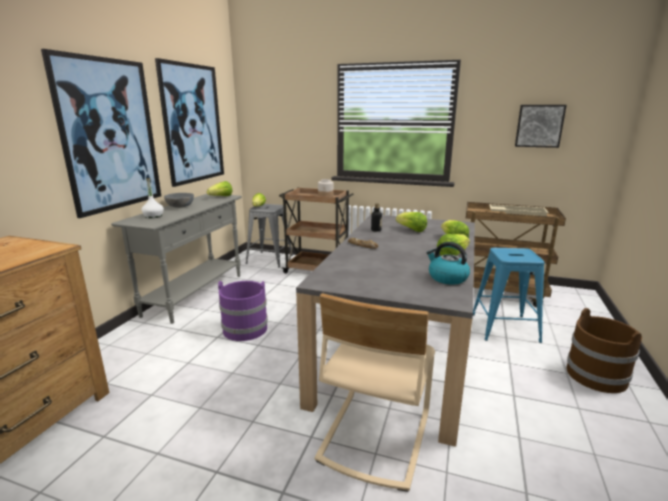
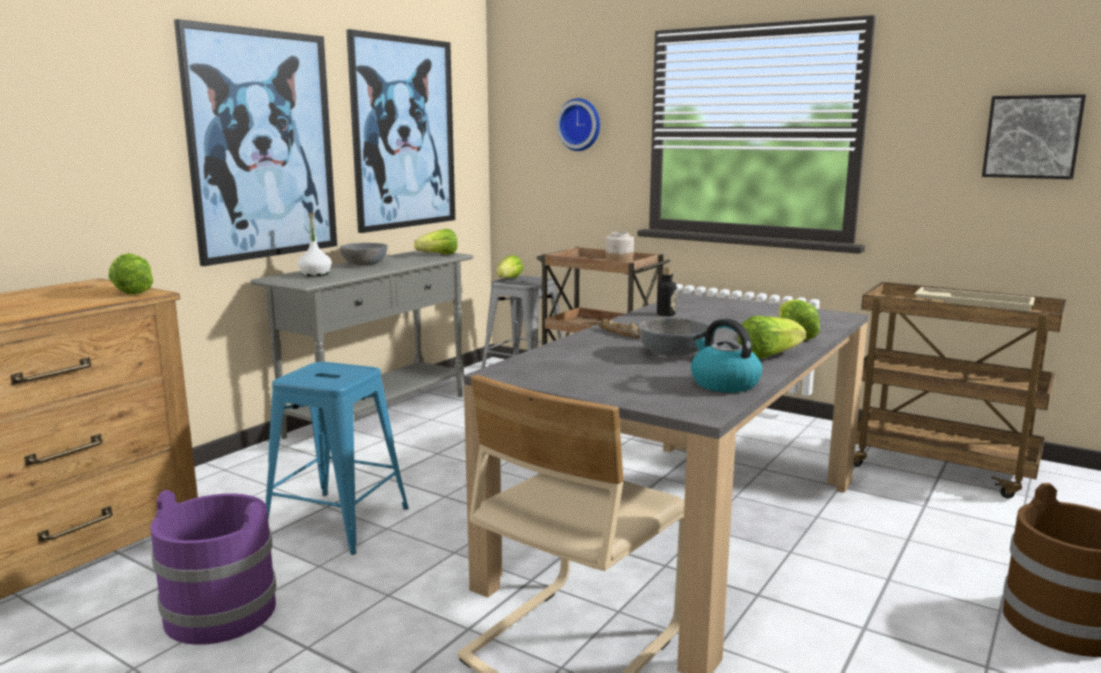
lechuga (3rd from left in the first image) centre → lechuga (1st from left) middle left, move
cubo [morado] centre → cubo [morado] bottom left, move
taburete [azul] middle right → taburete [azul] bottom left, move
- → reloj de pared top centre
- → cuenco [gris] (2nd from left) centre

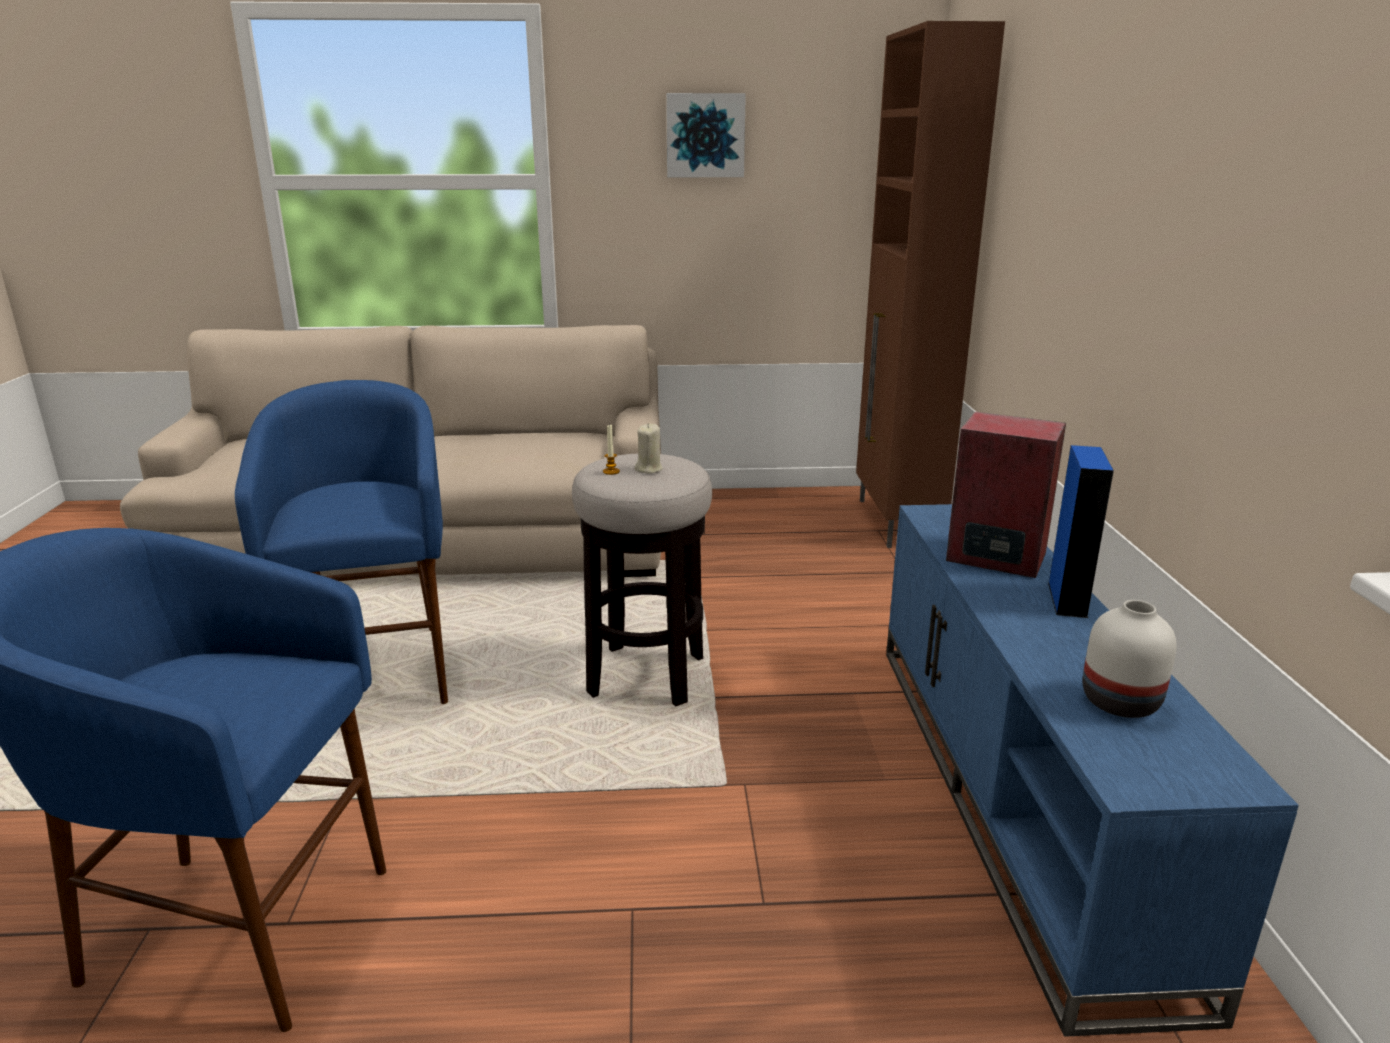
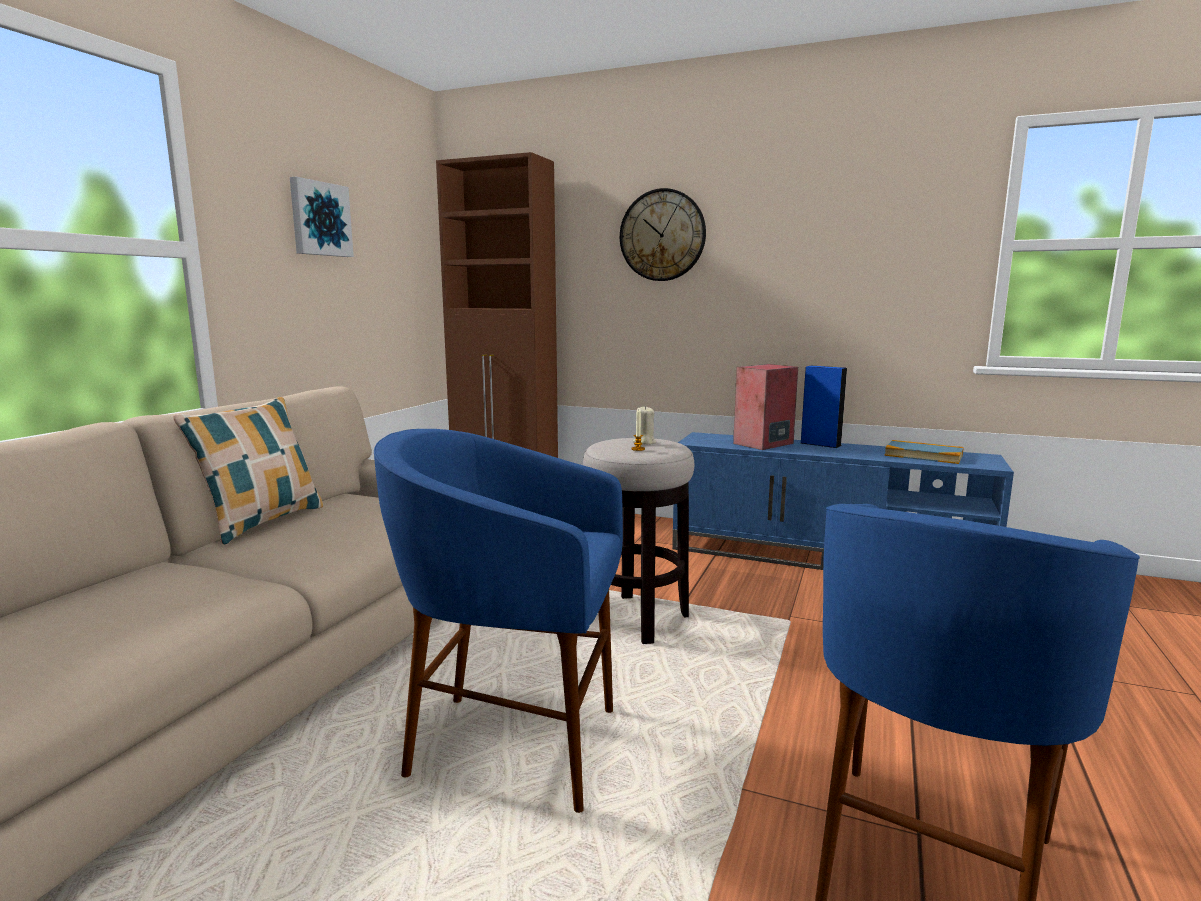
- → cojín middle left
- → reloj de pared top centre
florero [blanco] middle right → libro middle right

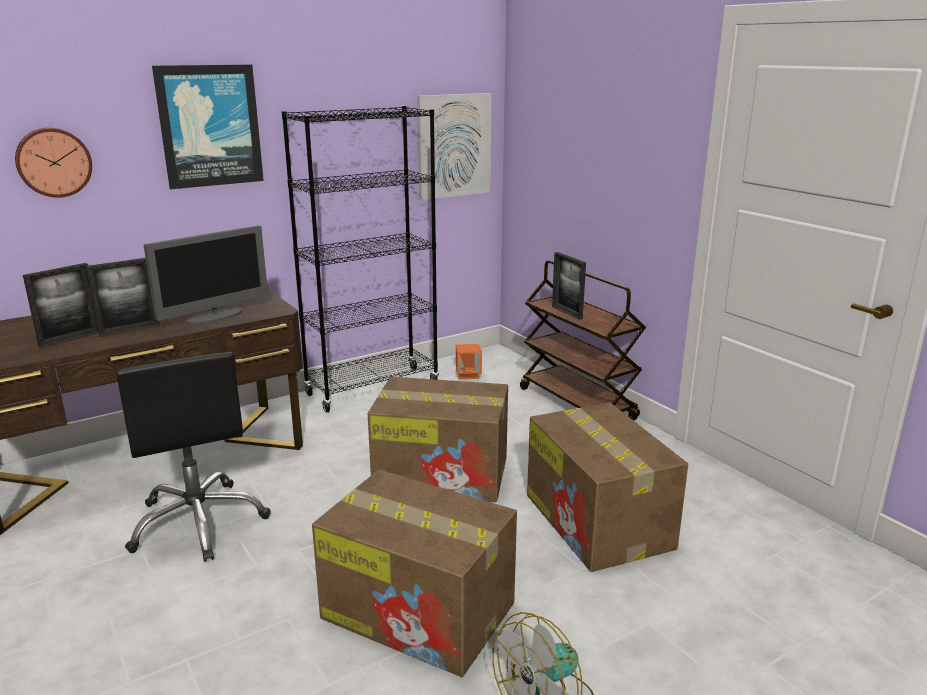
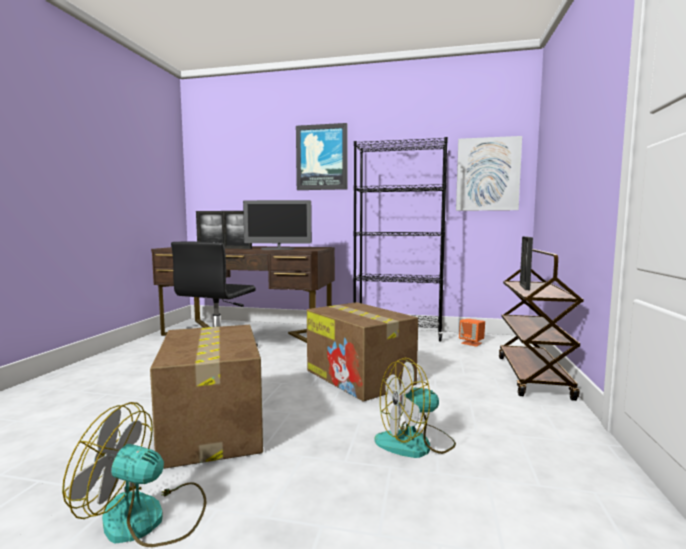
caja de cartón (3rd from left) bottom centre → ventilador (2nd from left) bottom centre
reloj de pared top left → -

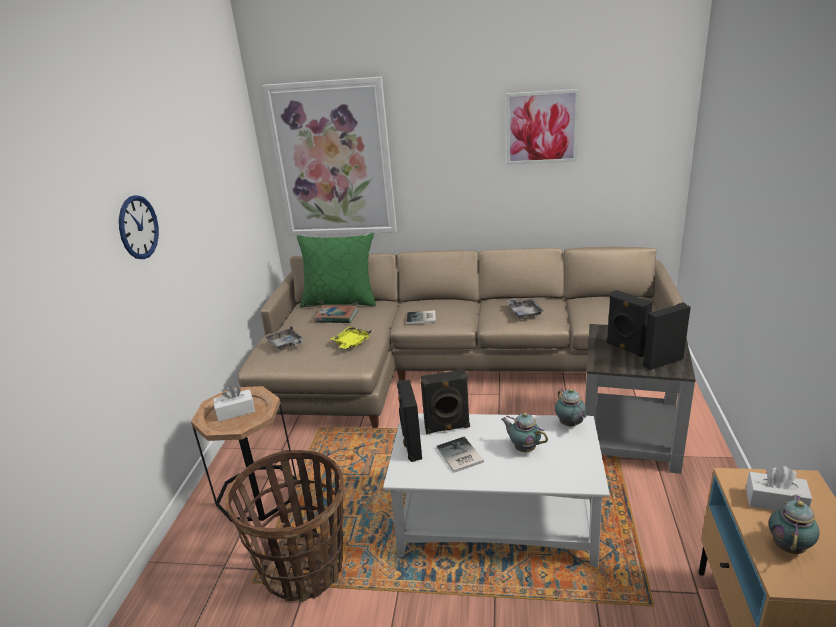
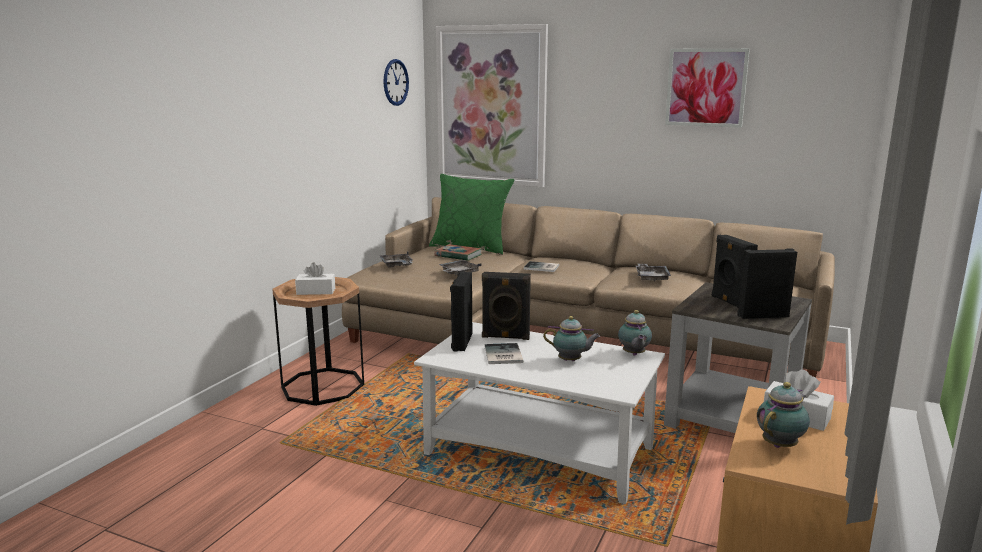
reloj de pared middle left → reloj de pared top centre, move
bandeja [amarillo] centre → bandeja [gris] (2nd from left) centre
tetera (1st from left) bottom centre → tetera (1st from left) centre, 135 degrees clockwise
cesta bottom centre → -

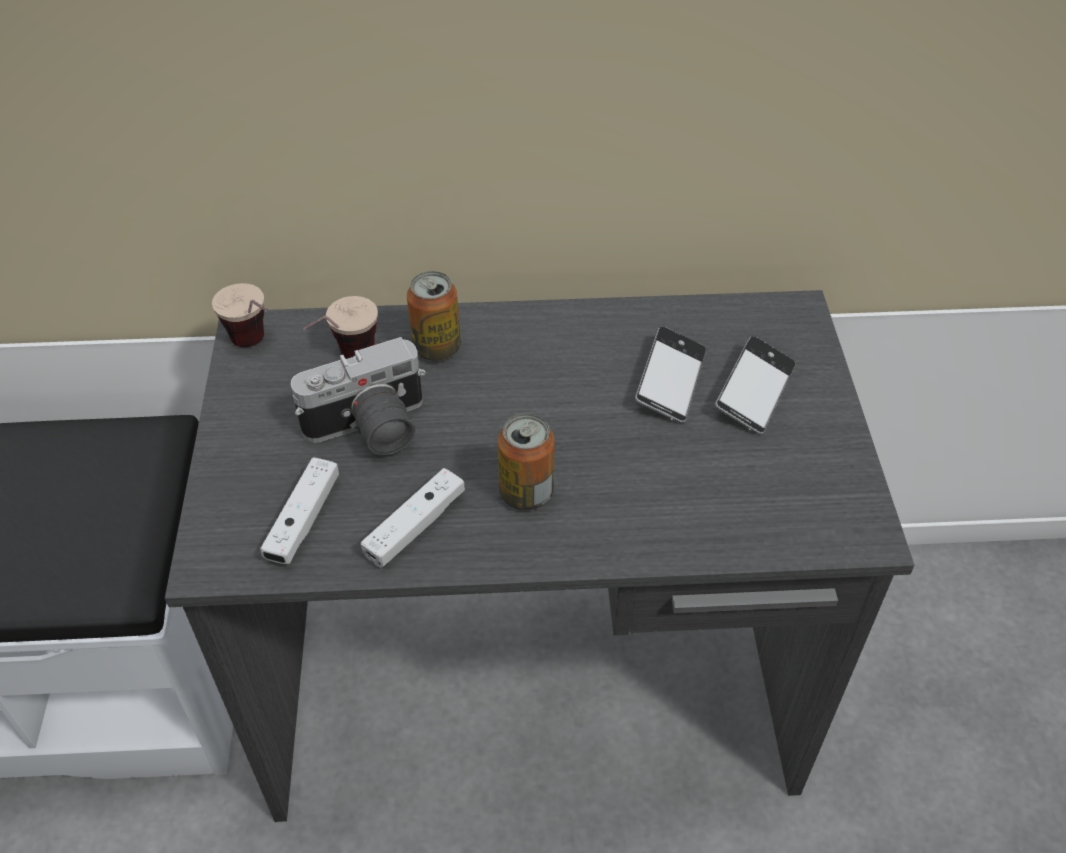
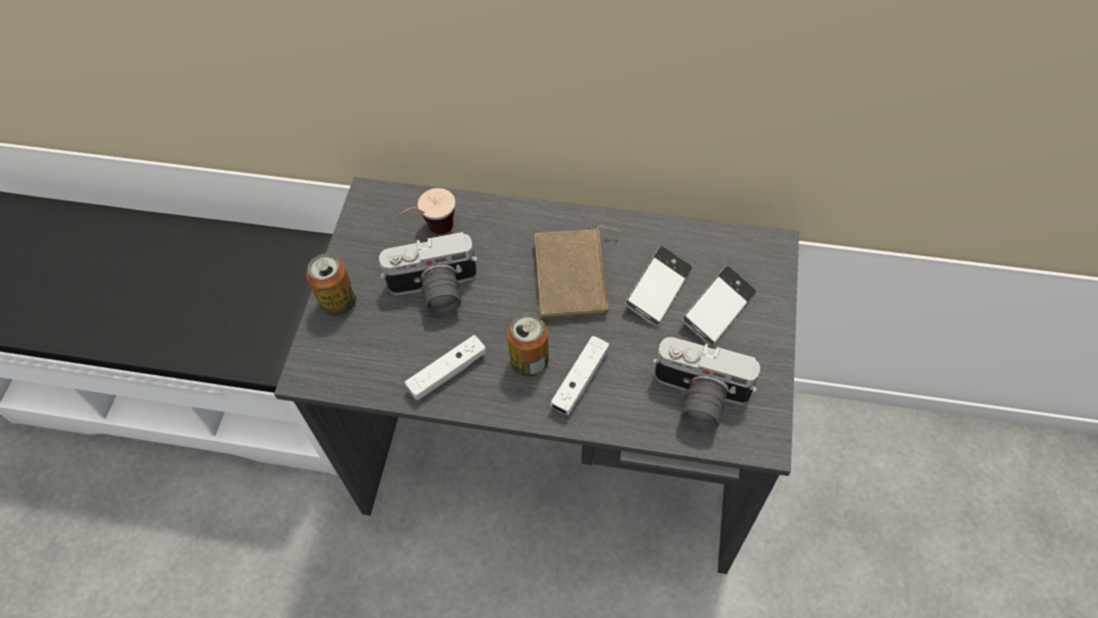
lata (1st from left) centre → lata (1st from left) middle left, move
- → libro [marrón] centre
mando de consola [blanco] (1st from left in the first image) middle left → mando de consola [blanco] (2nd from left) centre, move
- → cámara (2nd from left) centre
taza (1st from left) middle left → -

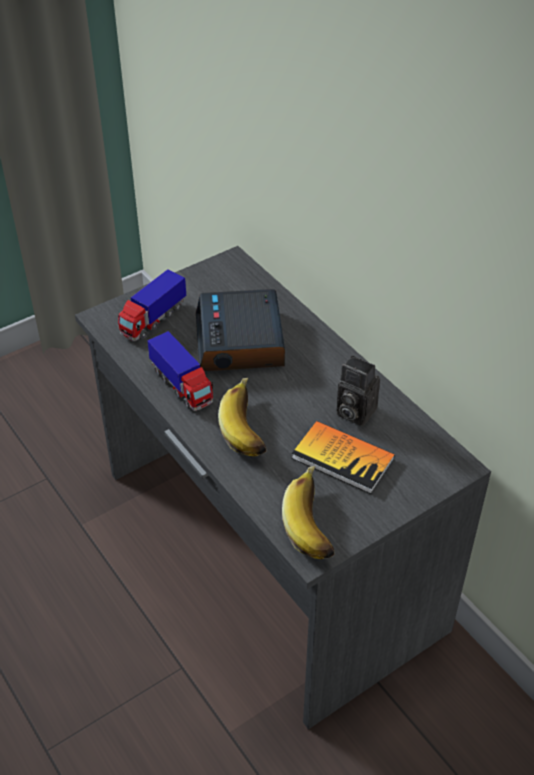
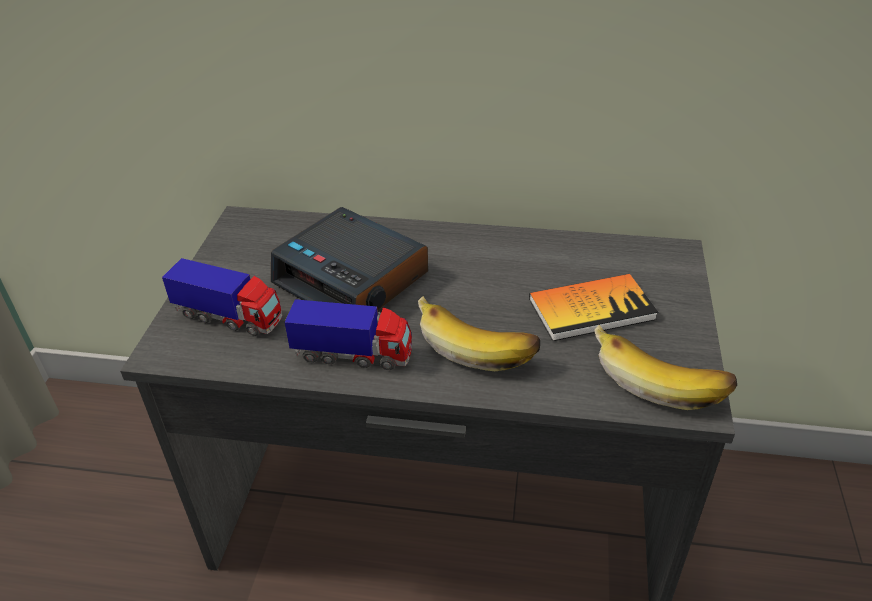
camión de juguete (1st from left) middle left, 60 degrees counterclockwise
cámara middle right → -

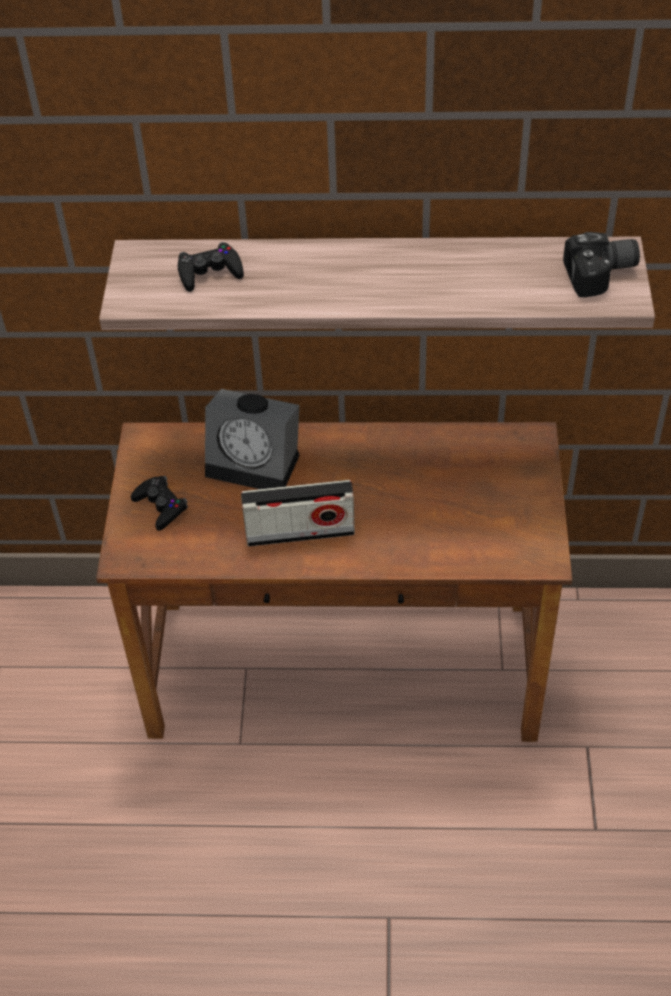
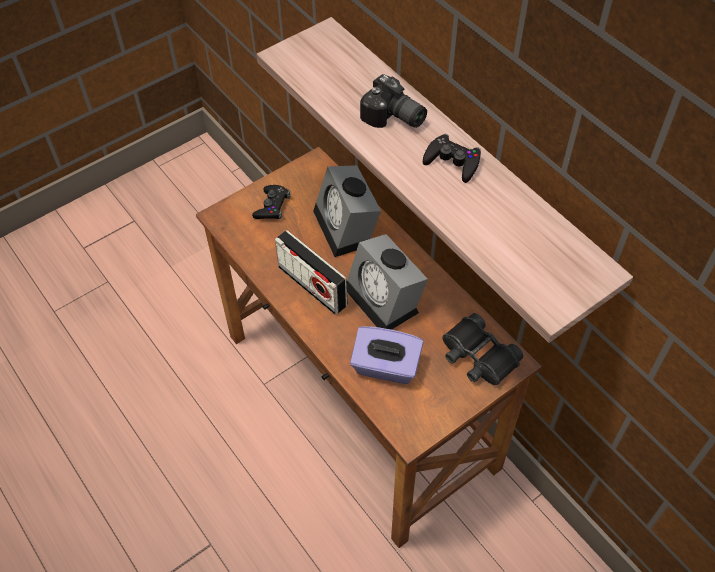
- → despertador (2nd from left) centre
- → caja de pañuelos [morado] centre
cámara top right → cámara top centre, move
mando de consola [negro] (2nd from left) top left → mando de consola [negro] (2nd from left) top centre, move
- → prismáticos [negro] middle right

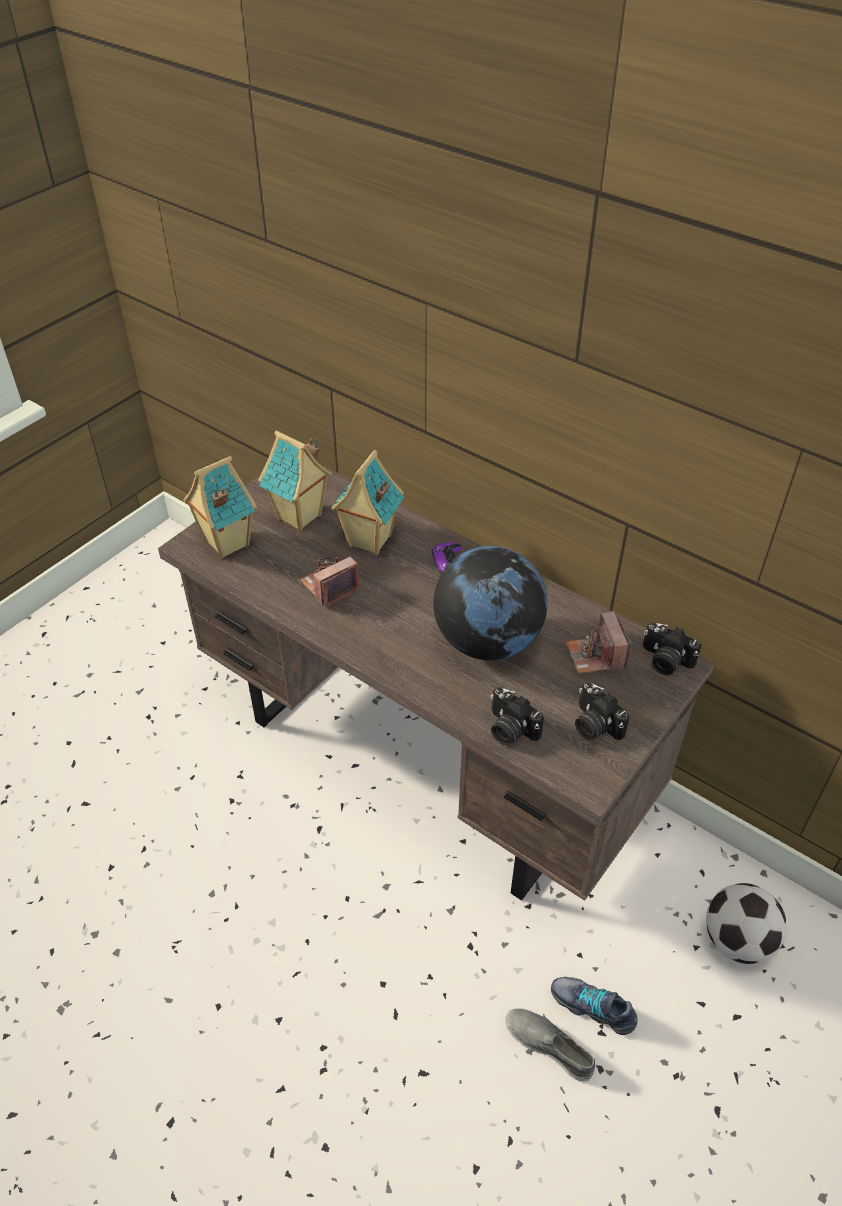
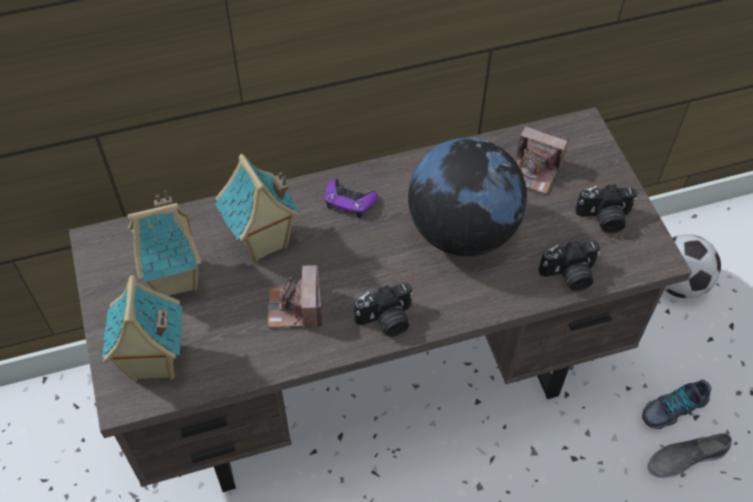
cámara (5th from left in the first image) middle right → cámara (2nd from left) centre, move

